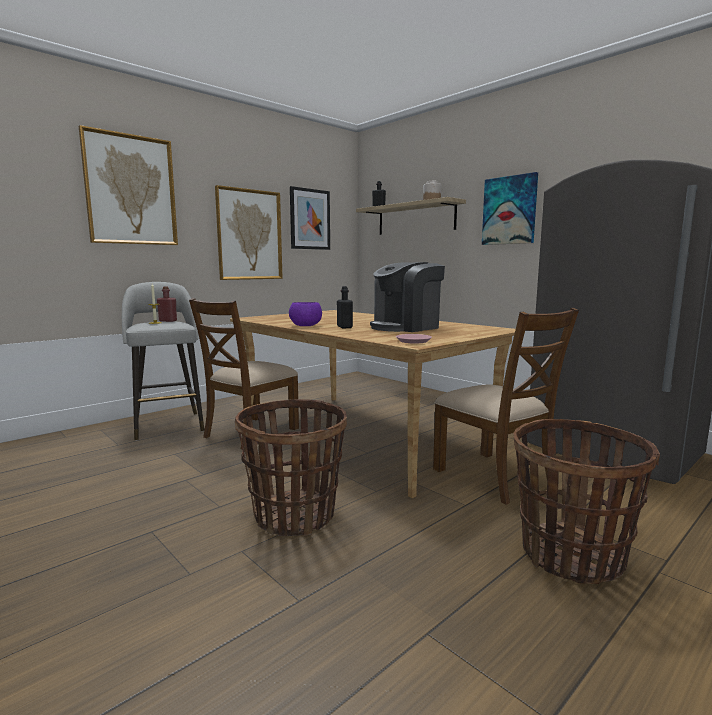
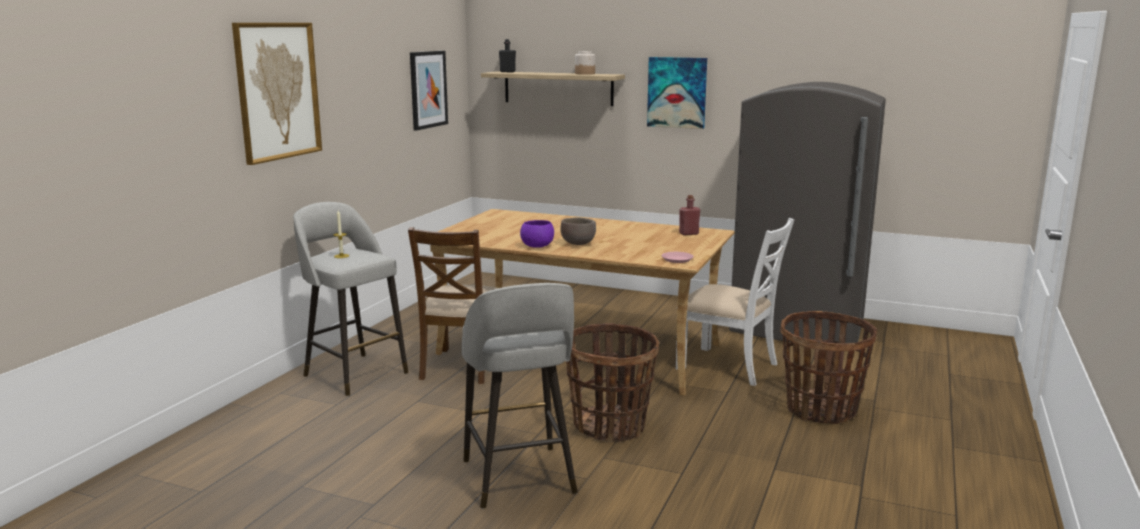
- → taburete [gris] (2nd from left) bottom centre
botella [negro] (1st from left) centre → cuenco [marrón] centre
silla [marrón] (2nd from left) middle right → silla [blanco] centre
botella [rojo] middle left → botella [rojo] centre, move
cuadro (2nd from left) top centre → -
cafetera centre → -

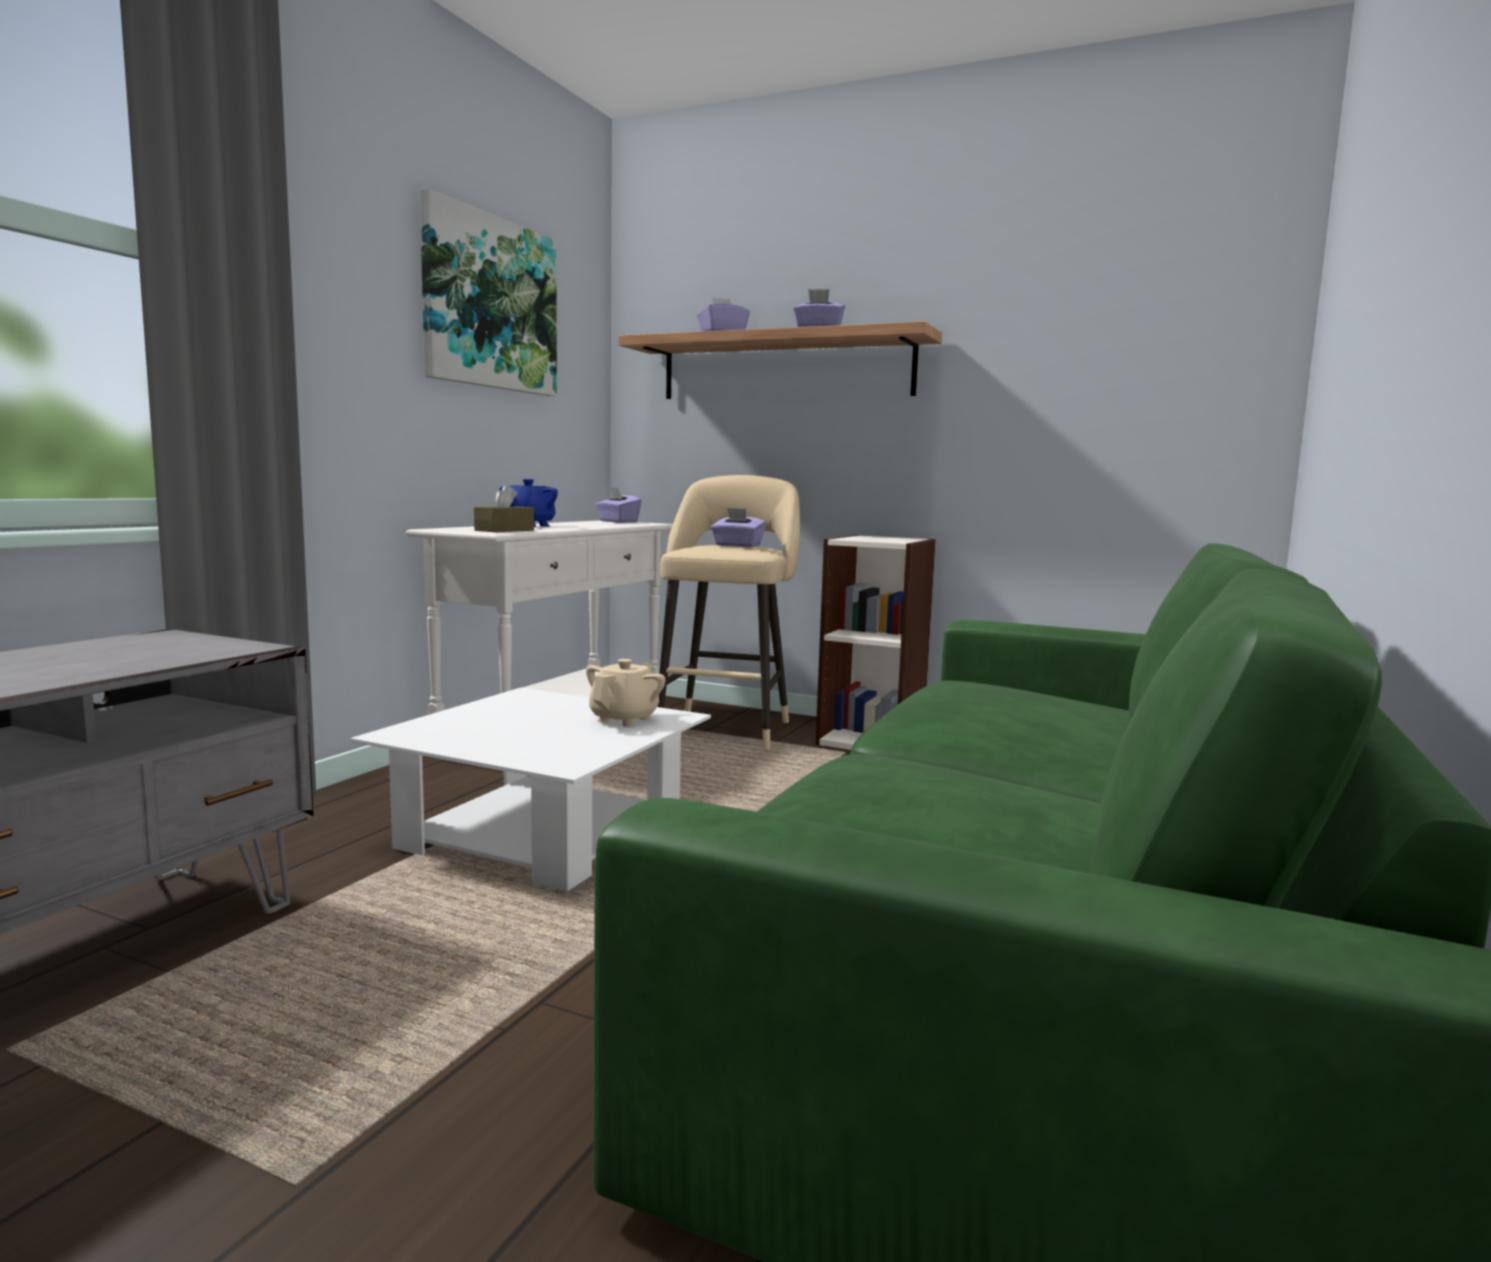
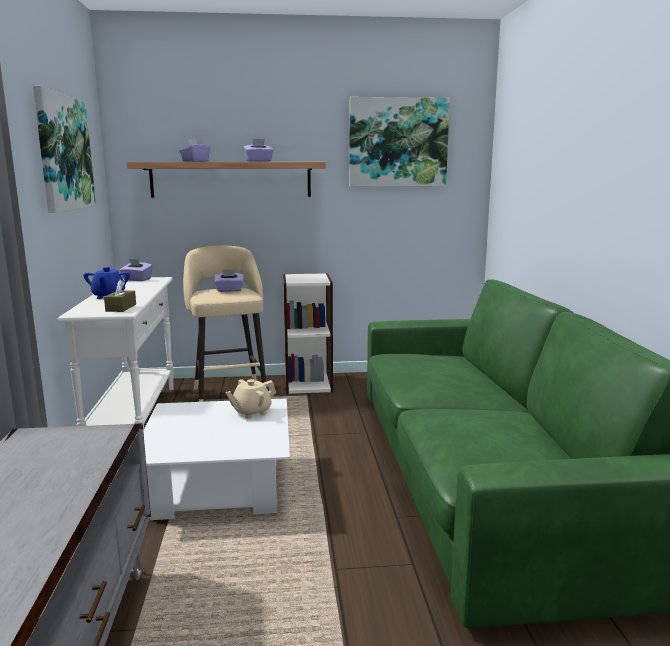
tetera [beis] centre, 120 degrees counterclockwise
- → cuadro (2nd from left) top centre

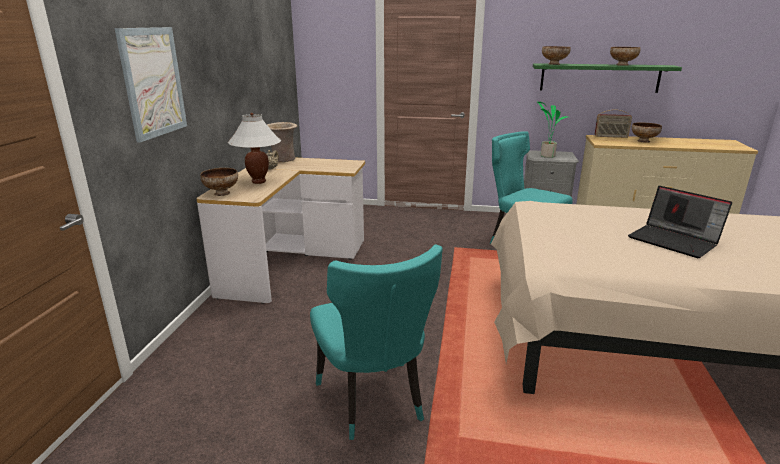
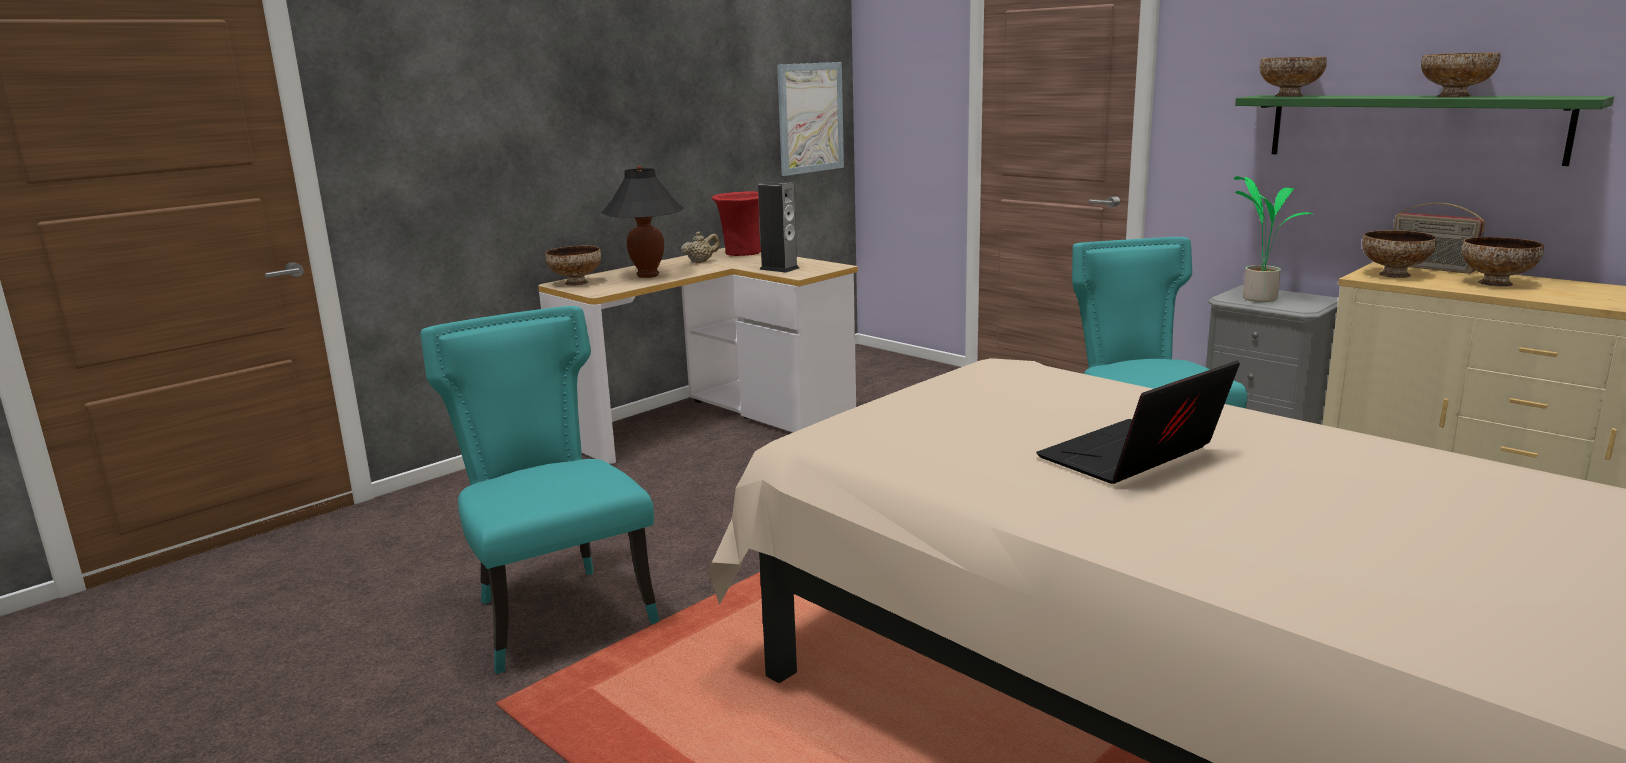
silla [turquesa] (1st from left) bottom centre → silla [turquesa] (1st from left) middle left, 135 degrees clockwise
lámpara de mesa [blanco] top left → lámpara de mesa [negro] top centre
florero [beis] top centre → florero [rojo] top centre
- → altavoz top centre
cuadro top left → cuadro top centre, move
portátil middle right, 60 degrees clockwise
- → cuenco (3rd from left) top right

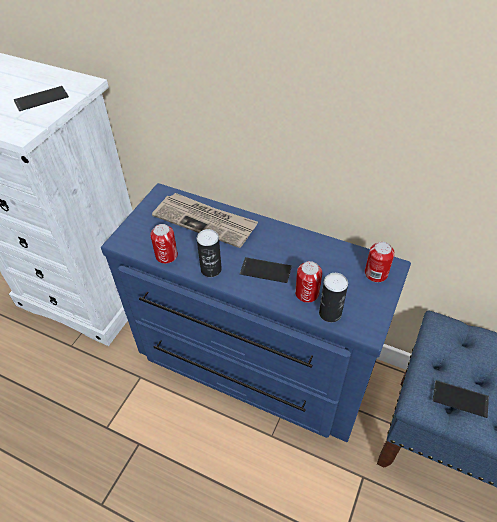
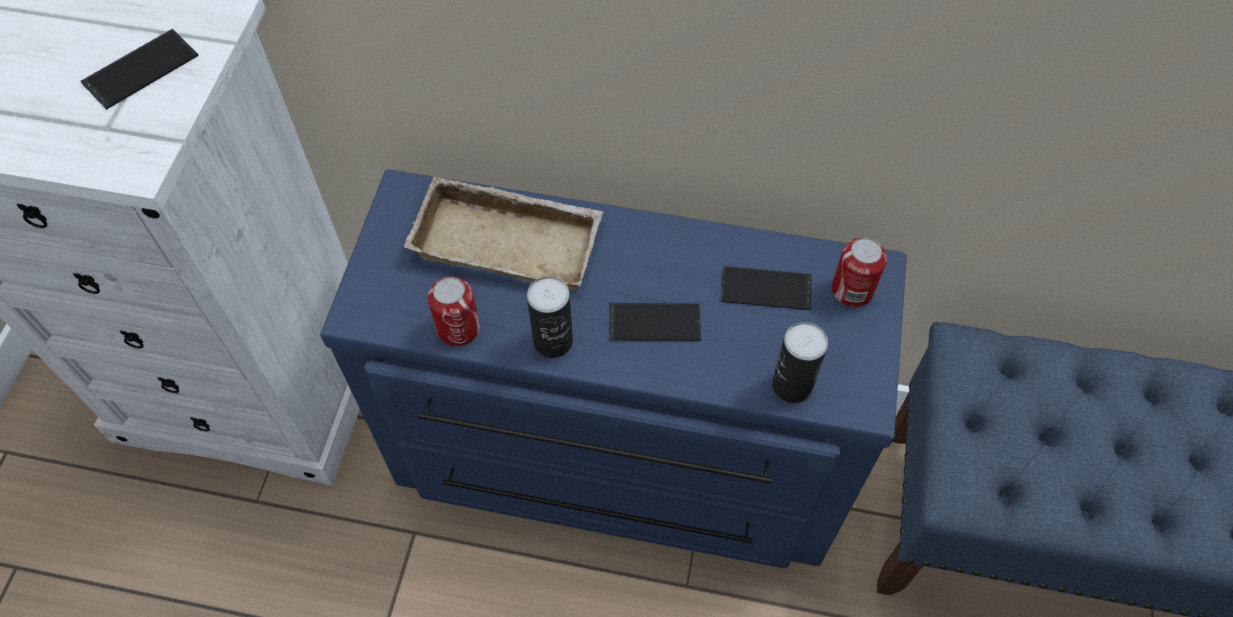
periódico centre → bandeja [beis] centre
móvil (3rd from left) bottom right → móvil (3rd from left) centre, move
lata (3rd from left) centre → -

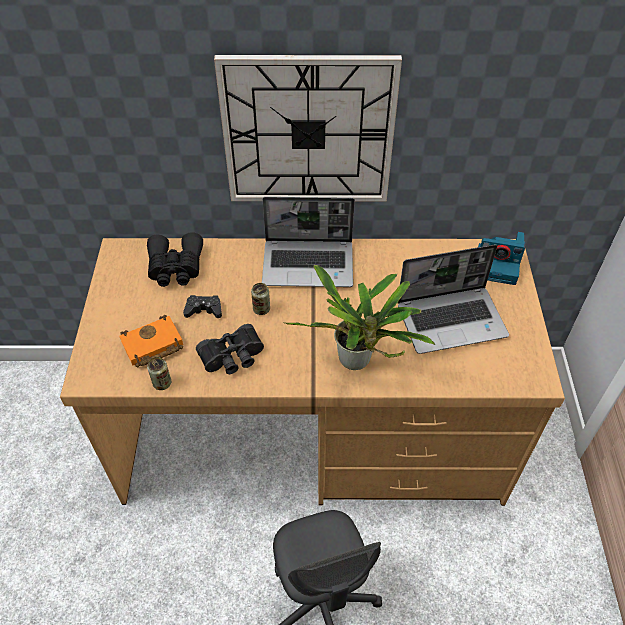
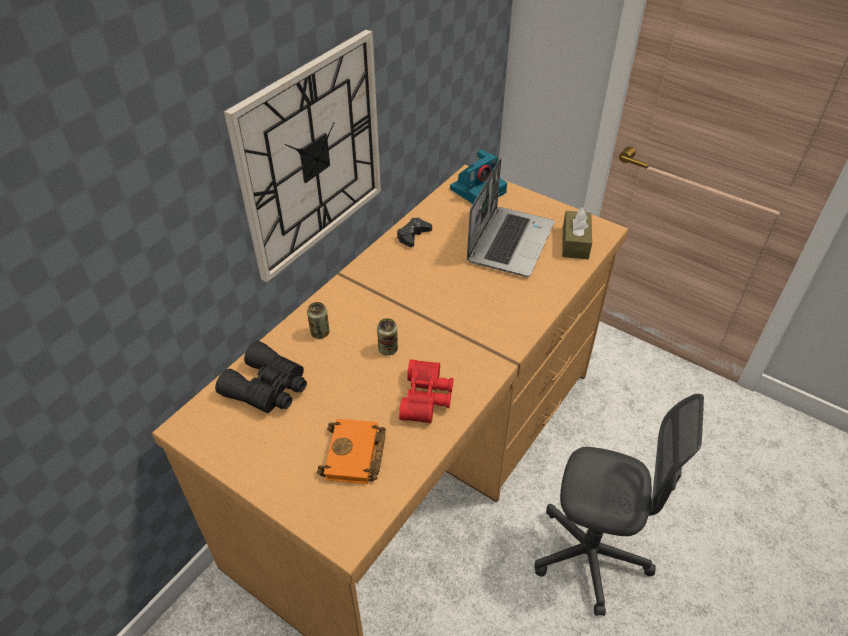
lata (1st from left) middle left → lata (1st from left) centre, move
mando de consola [negro] middle left → mando de consola [negro] centre, move
prismáticos [negro] (2nd from left) centre → prismáticos [rojo] centre
- → caja de pañuelos [marrón] middle right
portátil (1st from left) centre → -
planta en maceta centre → -

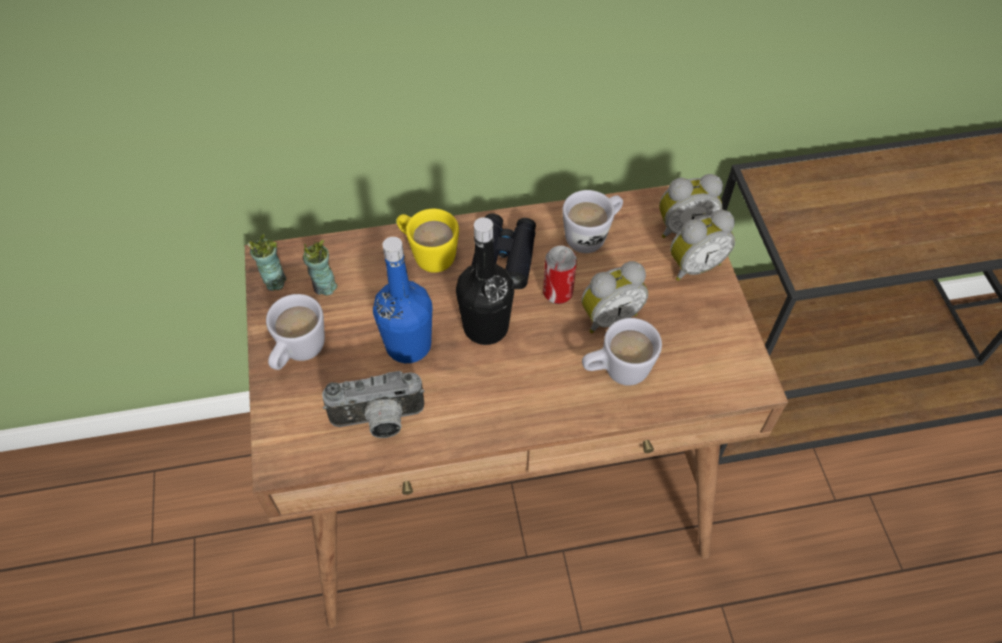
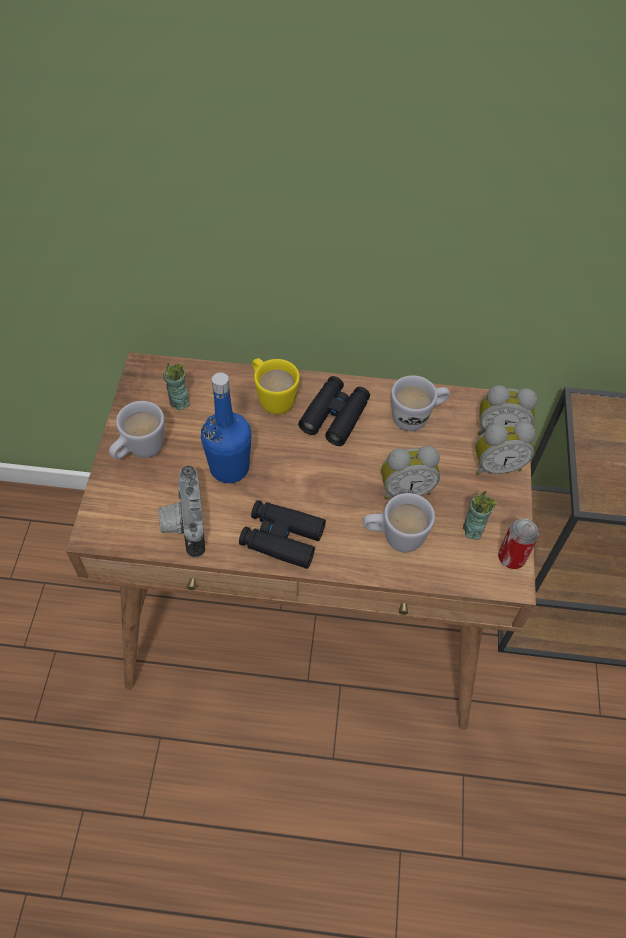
cámara centre → cámara middle left, 75 degrees clockwise
- → prismáticos [negro] (1st from left) centre
taza (1st from left in the first image) middle left → taza (2nd from left) middle right, move
lata centre → lata middle right, move
botella [negro] centre → -

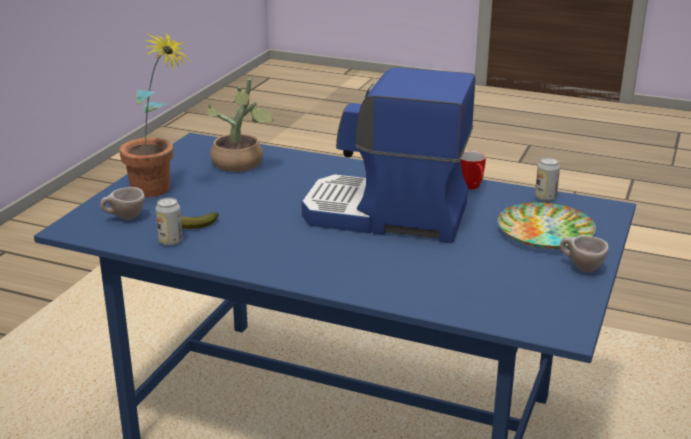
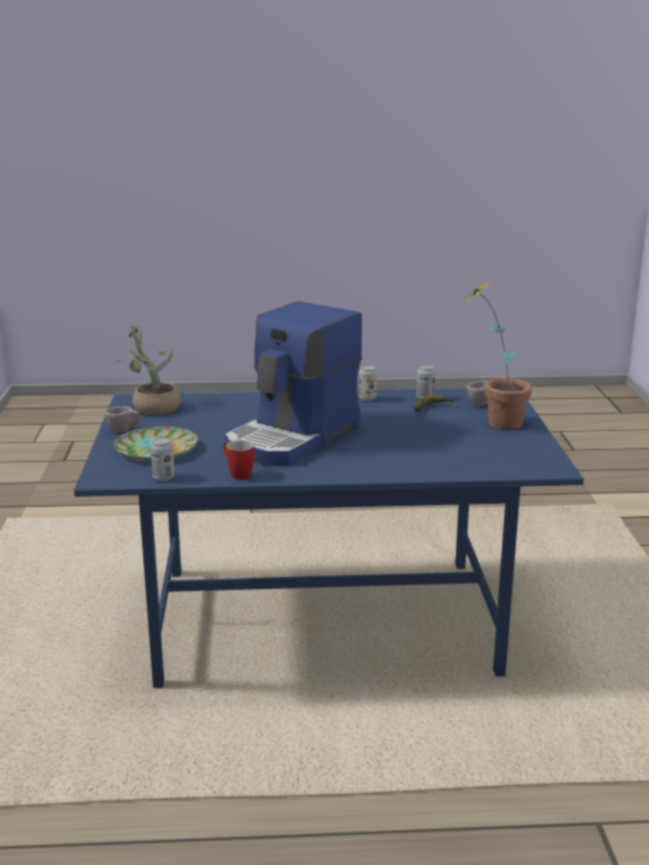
planta en maceta (2nd from left in the first image) top centre → planta en maceta (1st from left) middle left, move
cafetera centre, 135 degrees clockwise
- → lata (2nd from left) centre

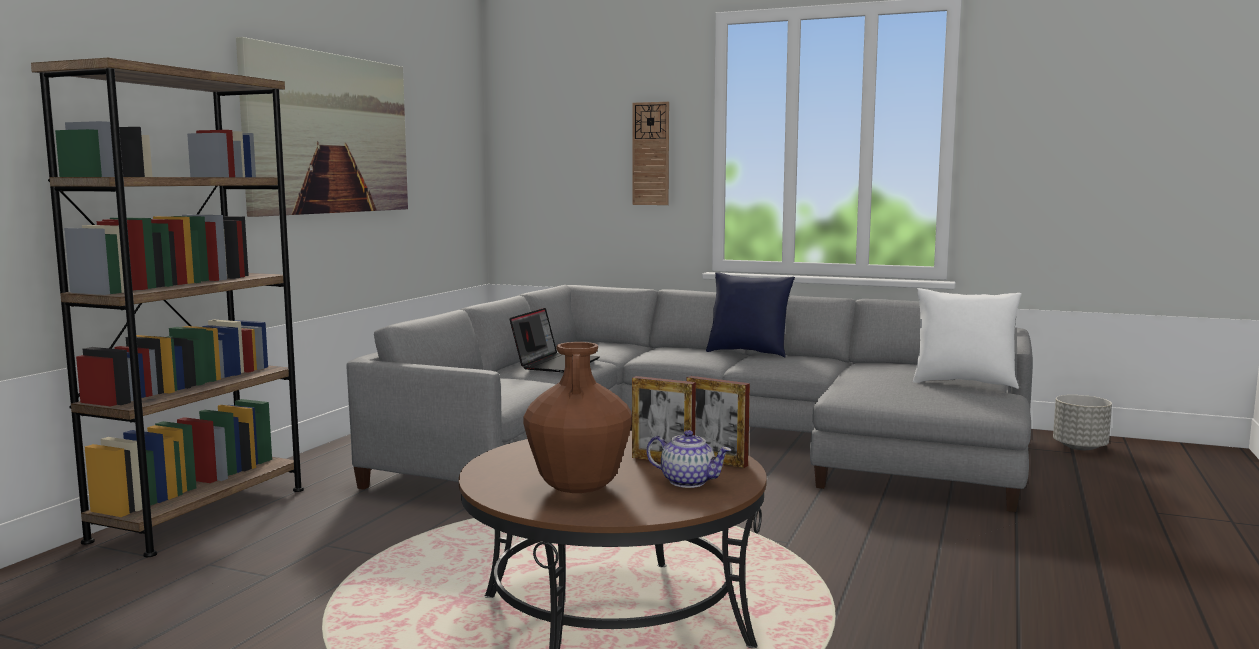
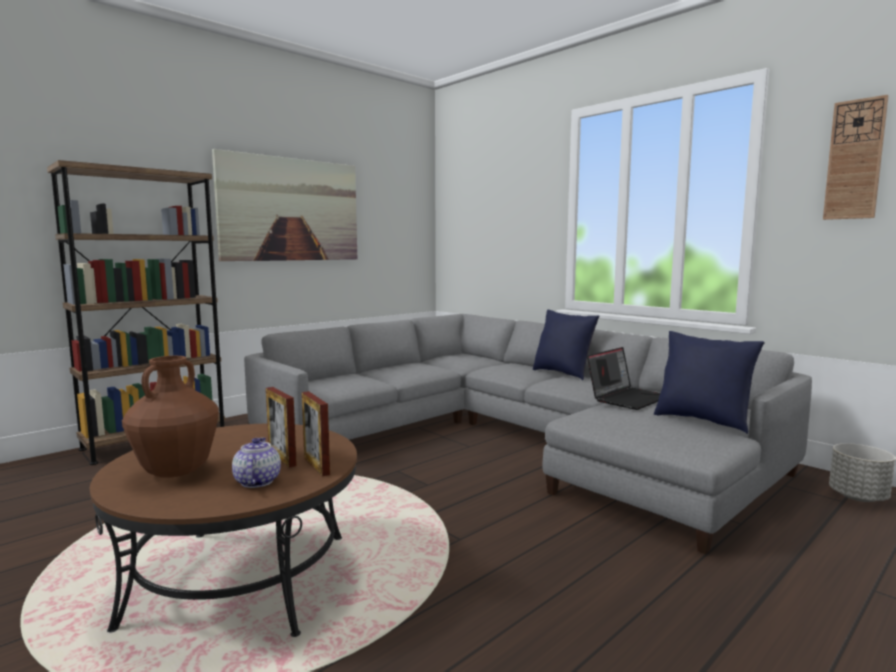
tetera bottom centre → tetera bottom left, 150 degrees counterclockwise
portátil centre → portátil middle right, move
cojín [blanco] middle right → cojín [azul] (2nd from left) middle right
reloj de pared top centre → reloj de pared top right, move

